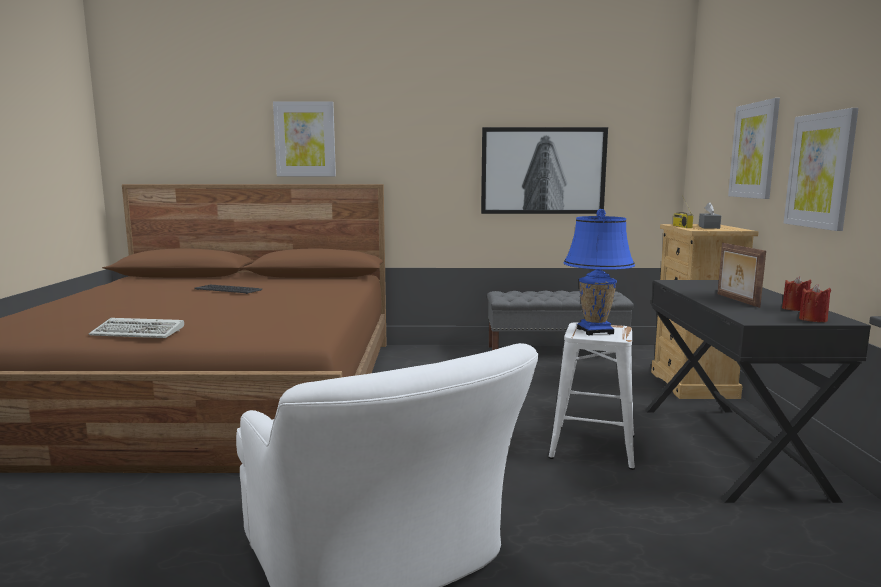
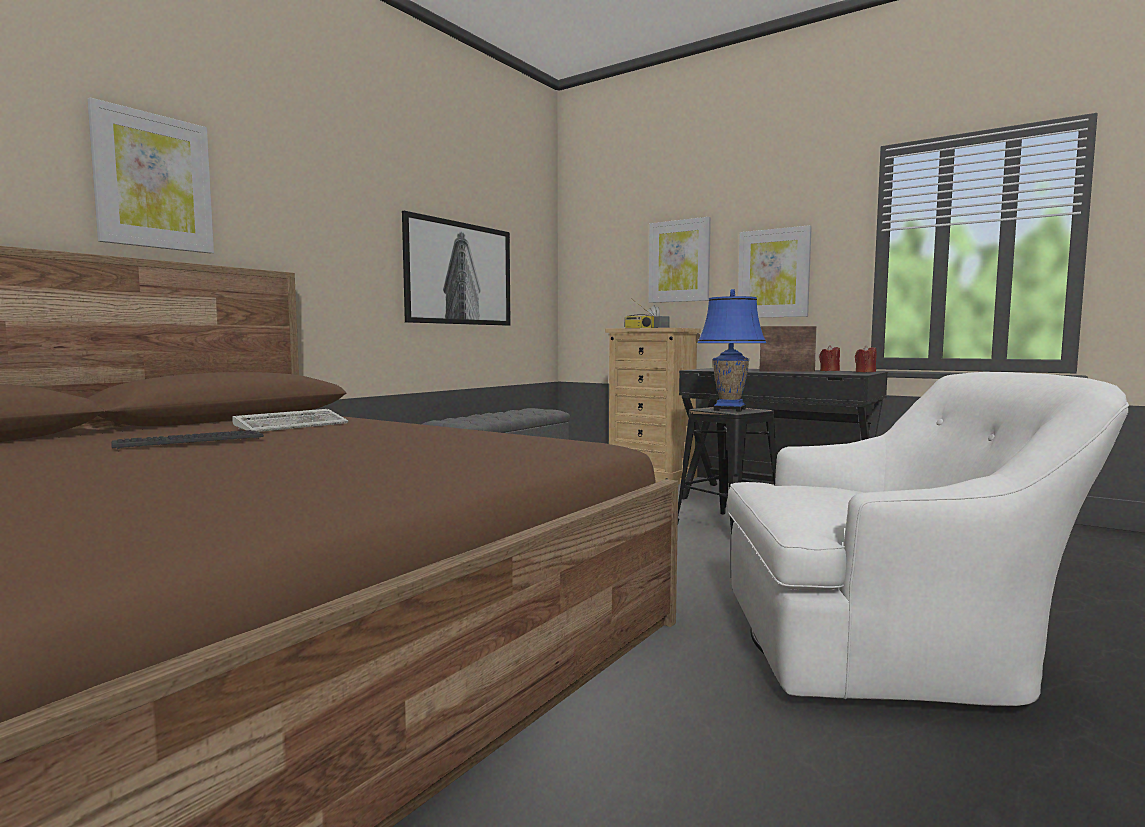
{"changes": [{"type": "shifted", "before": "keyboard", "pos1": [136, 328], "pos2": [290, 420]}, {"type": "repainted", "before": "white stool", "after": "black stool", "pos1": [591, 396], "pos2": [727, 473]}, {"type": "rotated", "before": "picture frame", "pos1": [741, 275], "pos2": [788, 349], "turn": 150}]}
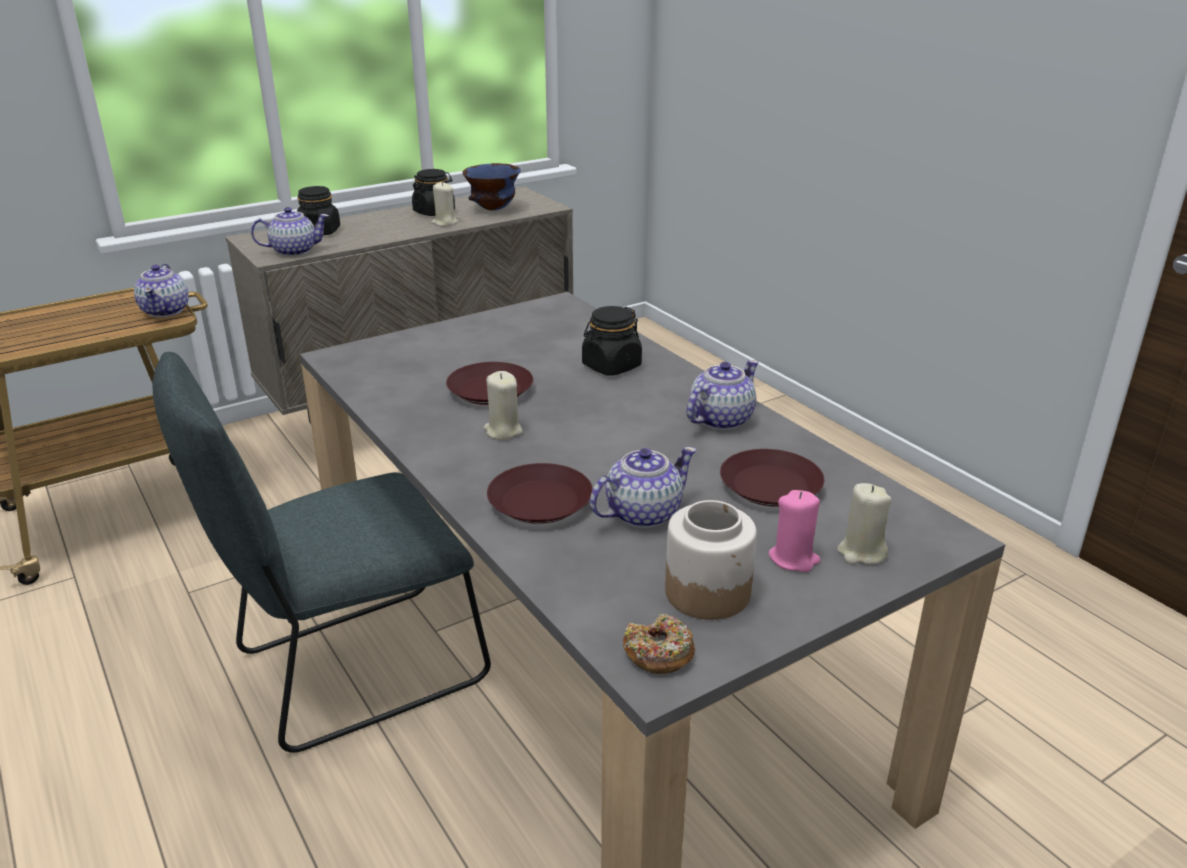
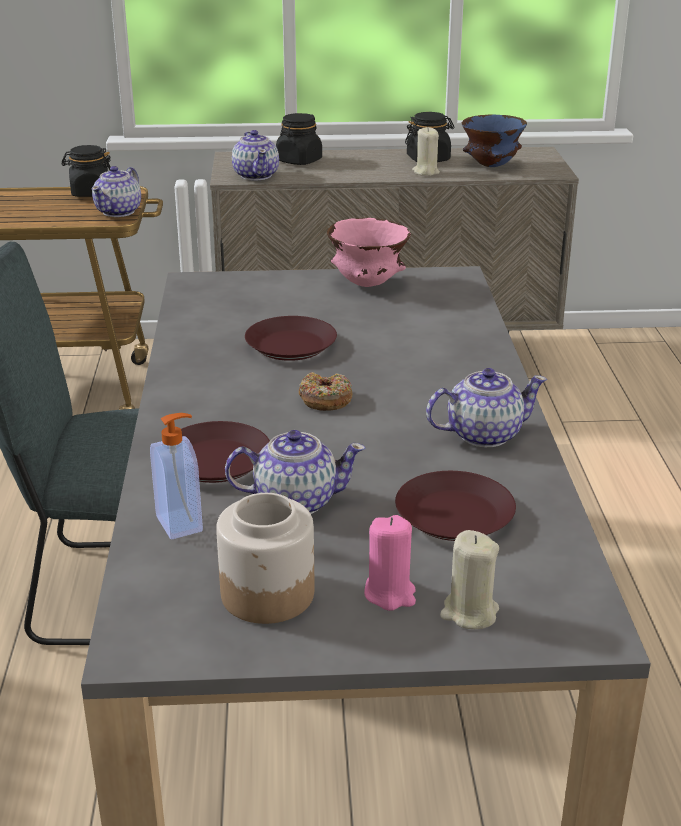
{"changes": [{"type": "gone", "before": "beige candle", "pos1": [503, 405]}, {"type": "new", "after": "soap dispenser", "pos2": [176, 476]}, {"type": "new", "after": "pink bowl", "pos2": [369, 252]}, {"type": "shifted", "before": "black jar", "pos1": [612, 341], "pos2": [86, 171]}, {"type": "shifted", "before": "donut", "pos1": [659, 644], "pos2": [326, 391]}, {"type": "rotated", "before": "teapot", "pos1": [290, 231], "pos2": [255, 155], "turn": 60}]}
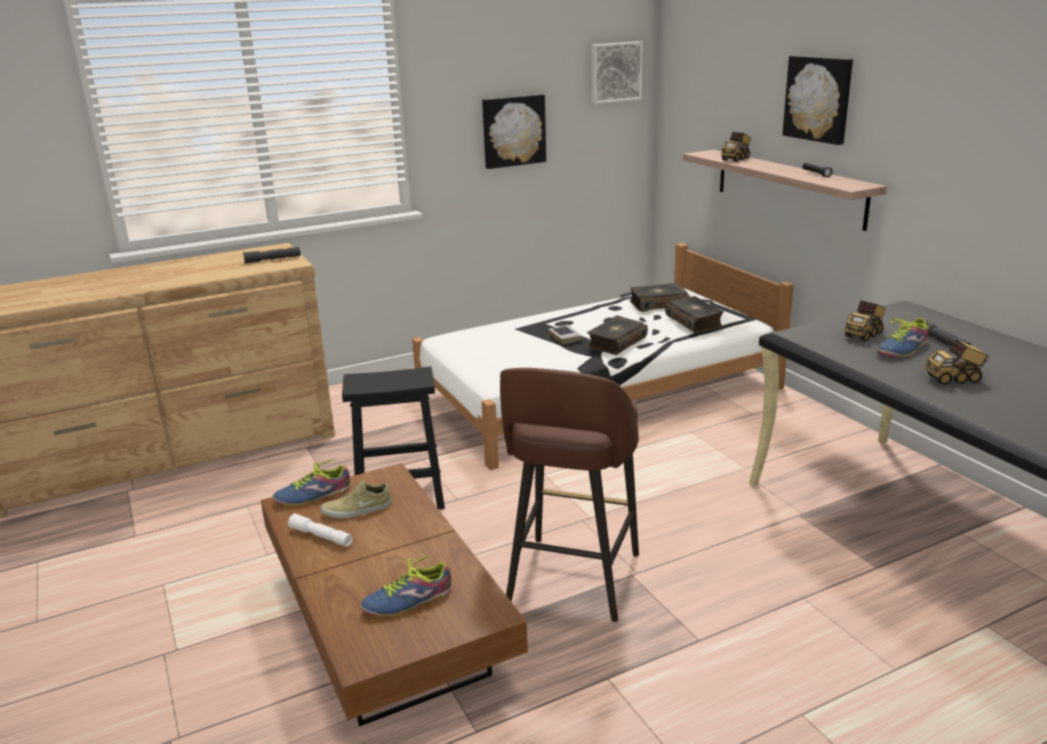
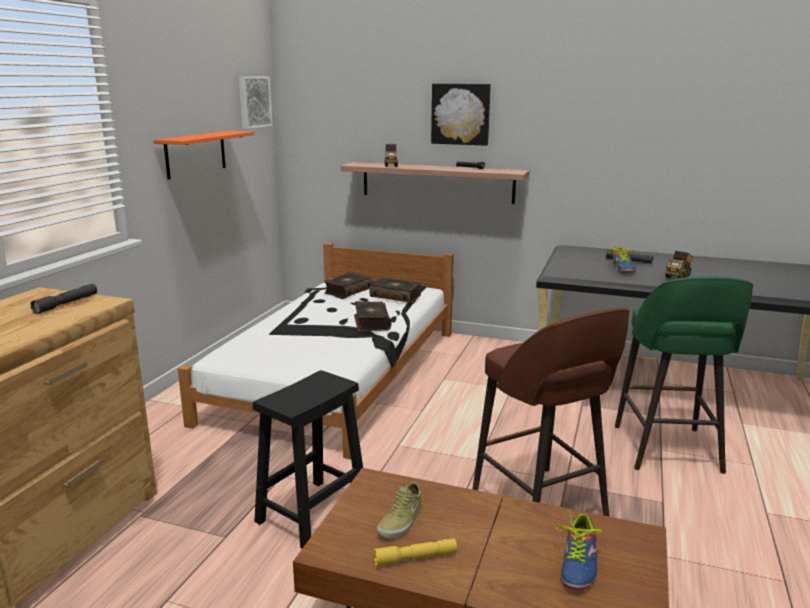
{"changes": [{"type": "gone", "before": "shoe", "pos1": [311, 482]}, {"type": "gone", "before": "book", "pos1": [565, 335]}, {"type": "gone", "before": "toy truck", "pos1": [865, 321]}, {"type": "new", "after": "green stool", "pos2": [684, 375]}, {"type": "swapped", "before": "picture", "after": "orange shelf", "pos1": [514, 131], "pos2": [204, 155]}, {"type": "repainted", "before": "white flashlight", "after": "yellow flashlight", "pos1": [320, 530], "pos2": [415, 552]}]}
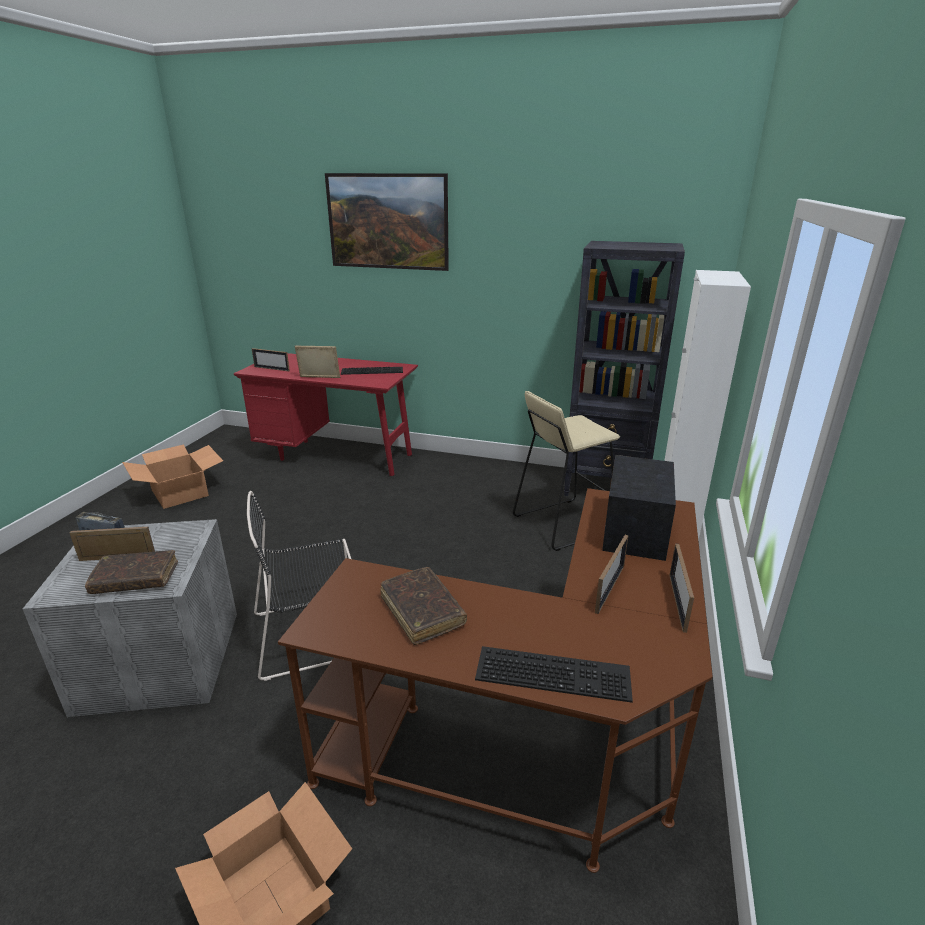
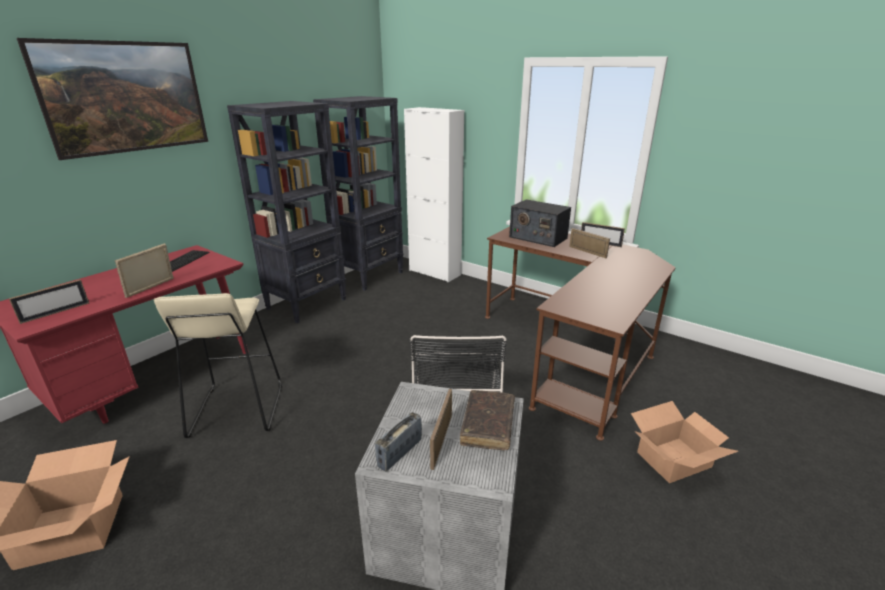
{"changes": [{"type": "gone", "before": "brown book", "pos1": [423, 606]}, {"type": "gone", "before": "keyboard", "pos1": [554, 674]}, {"type": "new", "after": "black bookcase", "pos2": [286, 212]}, {"type": "shifted", "before": "beige stool", "pos1": [566, 471], "pos2": [218, 365]}]}
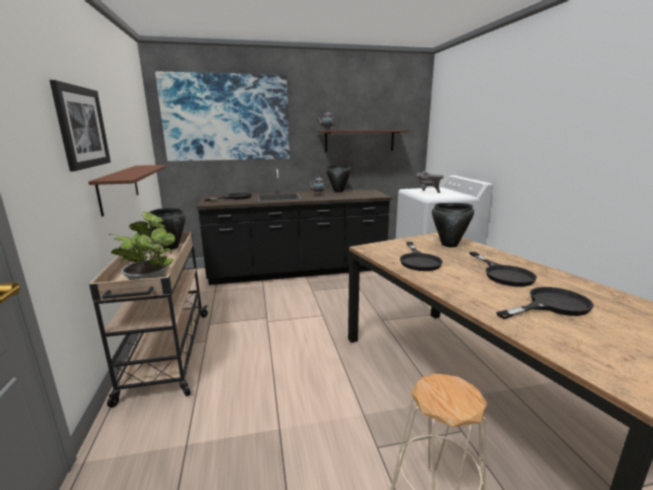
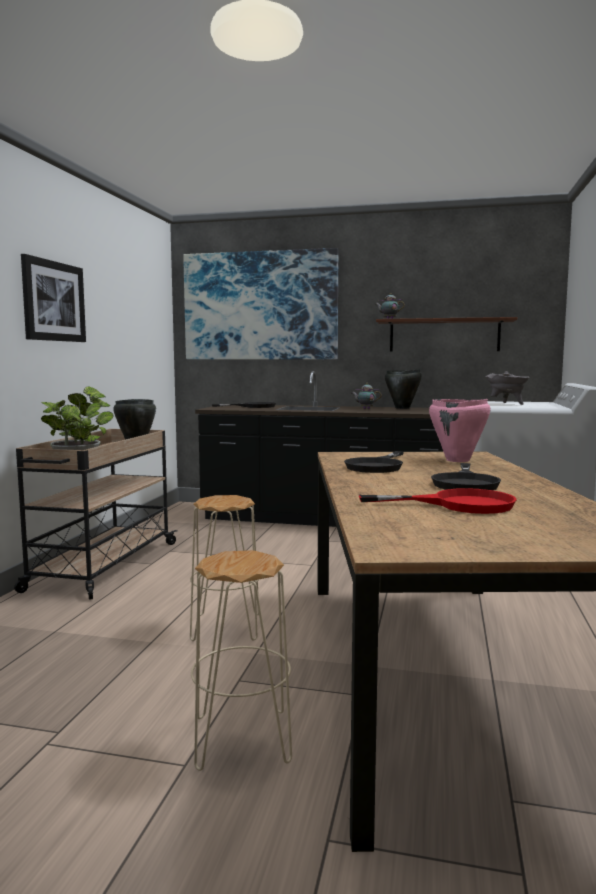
{"changes": [{"type": "gone", "before": "brown shelf", "pos1": [127, 191]}, {"type": "new", "after": "beige stool", "pos2": [225, 568]}, {"type": "repainted", "before": "black cooking pot", "after": "pink cooking pot", "pos1": [453, 225], "pos2": [460, 430]}, {"type": "repainted", "before": "black frying pan", "after": "red frying pan", "pos1": [545, 303], "pos2": [438, 501]}]}
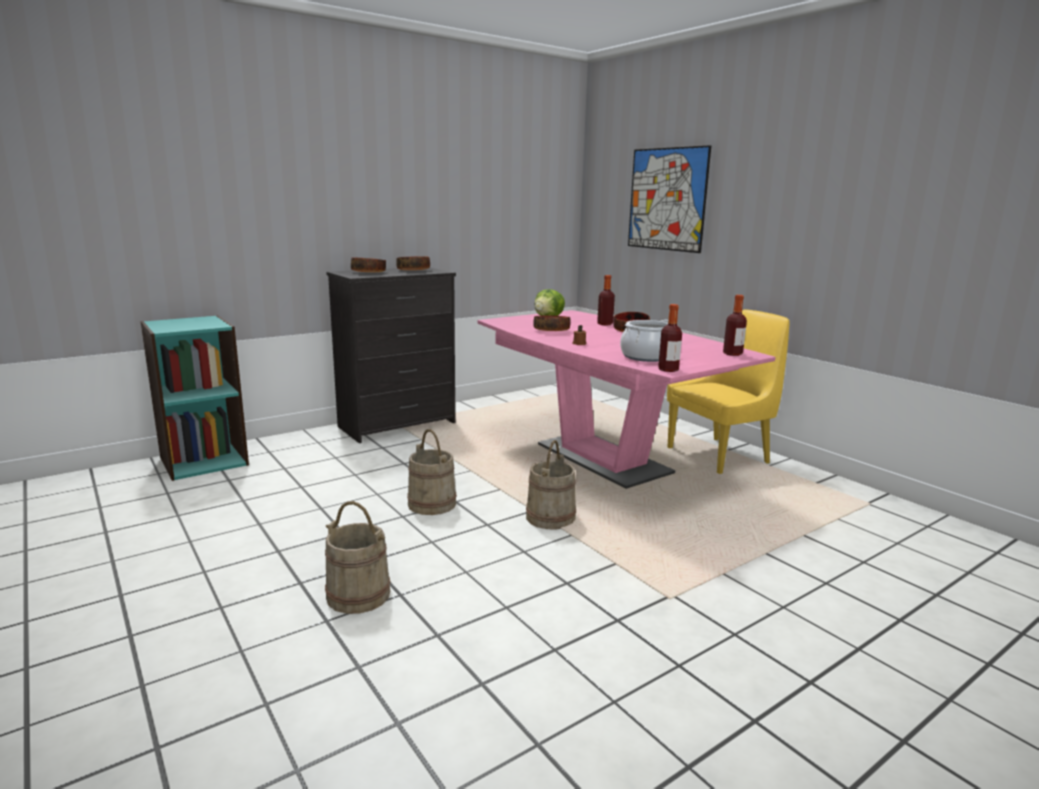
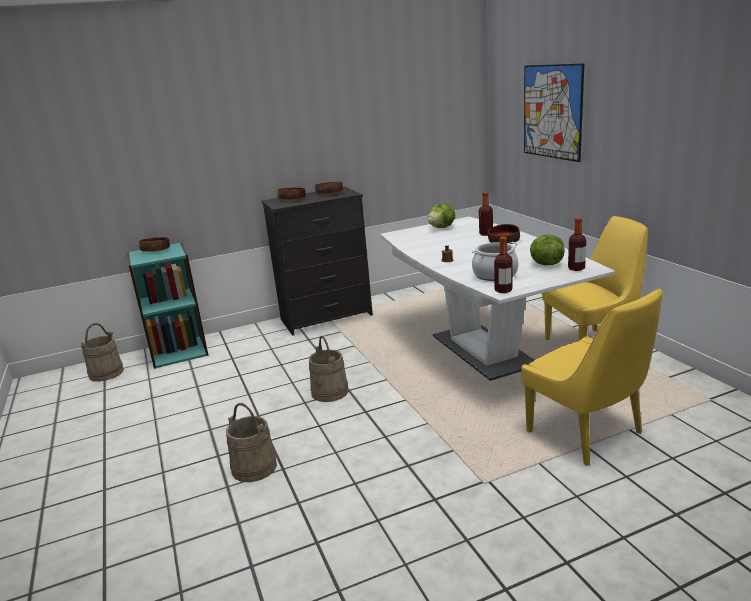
{"changes": [{"type": "new", "after": "yellow chair", "pos2": [592, 377]}, {"type": "new", "after": "lettuce", "pos2": [547, 250]}, {"type": "shifted", "before": "beige bucket", "pos1": [551, 485], "pos2": [102, 352]}, {"type": "shifted", "before": "bowl", "pos1": [552, 323], "pos2": [154, 244]}, {"type": "repainted", "before": "pink dining table", "after": "white dining table", "pos1": [626, 399], "pos2": [497, 299]}]}
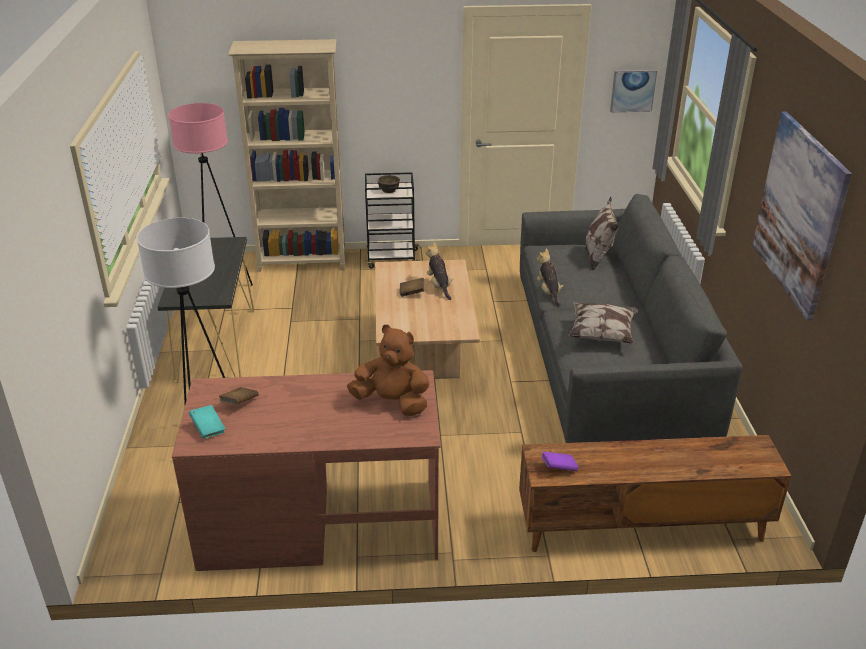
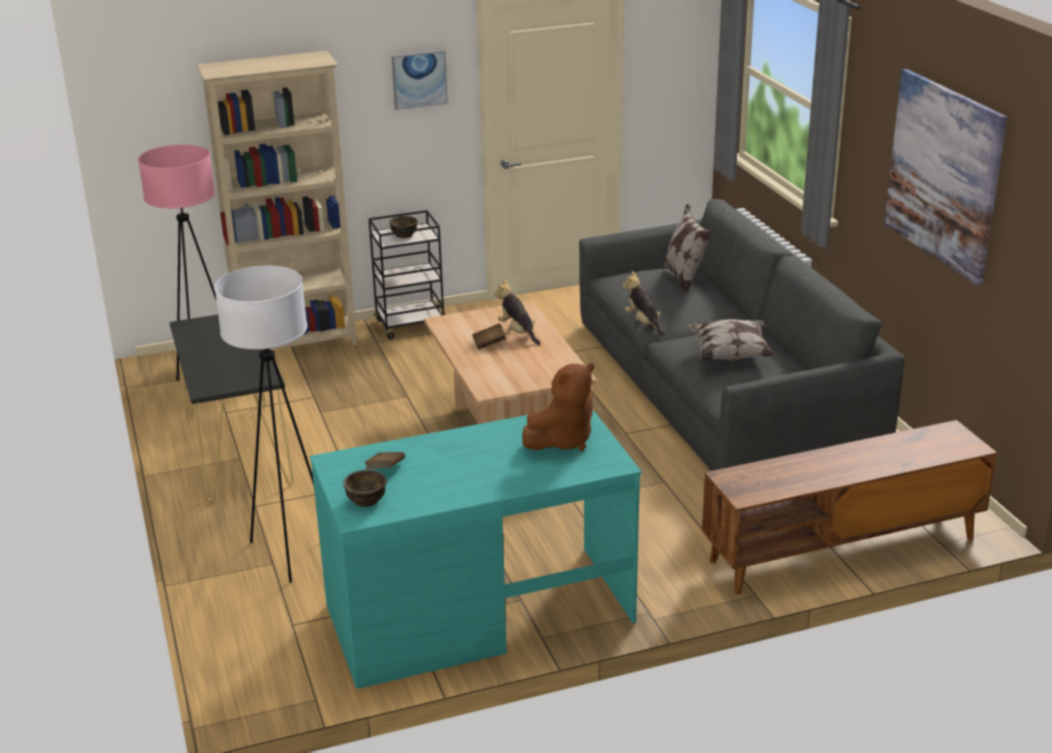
{"changes": [{"type": "gone", "before": "purple book", "pos1": [560, 461]}, {"type": "shifted", "before": "picture", "pos1": [633, 91], "pos2": [420, 80]}, {"type": "swapped", "before": "turquoise book", "after": "brown bowl", "pos1": [207, 422], "pos2": [365, 488]}, {"type": "repainted", "before": "brown desk", "after": "turquoise desk", "pos1": [306, 470], "pos2": [476, 549]}, {"type": "rotated", "before": "brown plush toy", "pos1": [388, 370], "pos2": [558, 407], "turn": 135}]}
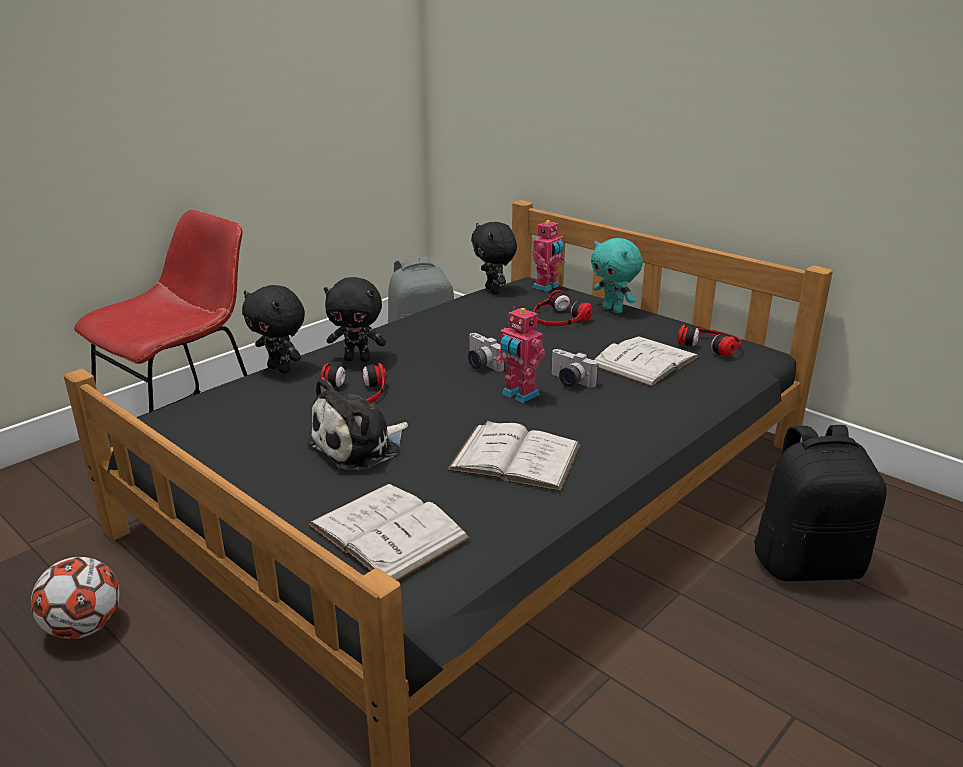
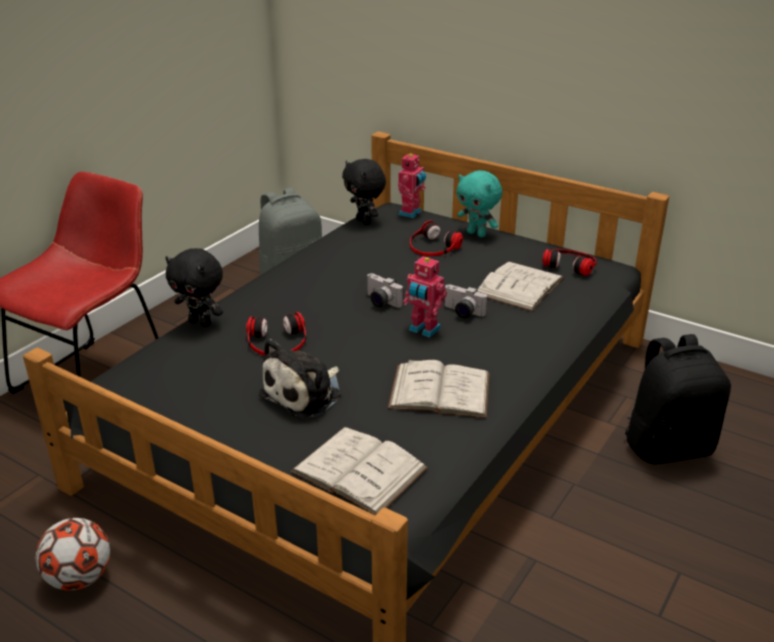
{"changes": [{"type": "gone", "before": "black plush toy", "pos1": [355, 319]}]}
